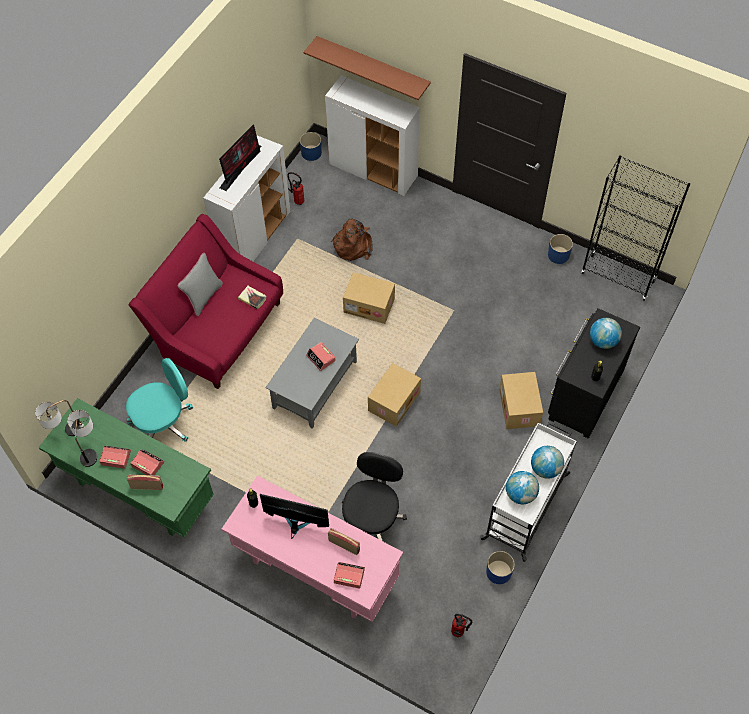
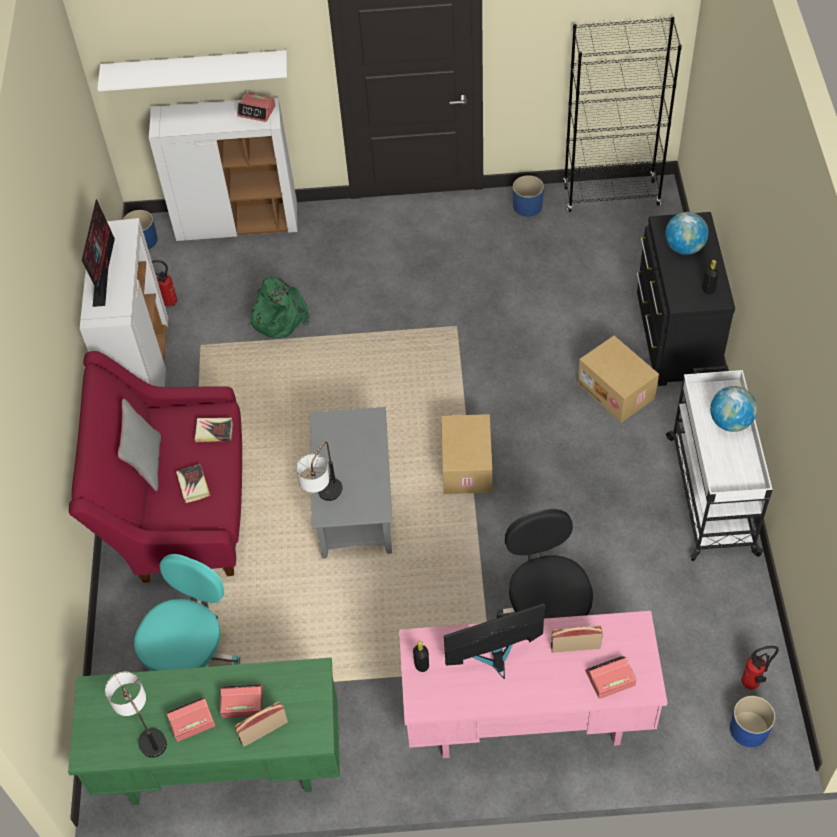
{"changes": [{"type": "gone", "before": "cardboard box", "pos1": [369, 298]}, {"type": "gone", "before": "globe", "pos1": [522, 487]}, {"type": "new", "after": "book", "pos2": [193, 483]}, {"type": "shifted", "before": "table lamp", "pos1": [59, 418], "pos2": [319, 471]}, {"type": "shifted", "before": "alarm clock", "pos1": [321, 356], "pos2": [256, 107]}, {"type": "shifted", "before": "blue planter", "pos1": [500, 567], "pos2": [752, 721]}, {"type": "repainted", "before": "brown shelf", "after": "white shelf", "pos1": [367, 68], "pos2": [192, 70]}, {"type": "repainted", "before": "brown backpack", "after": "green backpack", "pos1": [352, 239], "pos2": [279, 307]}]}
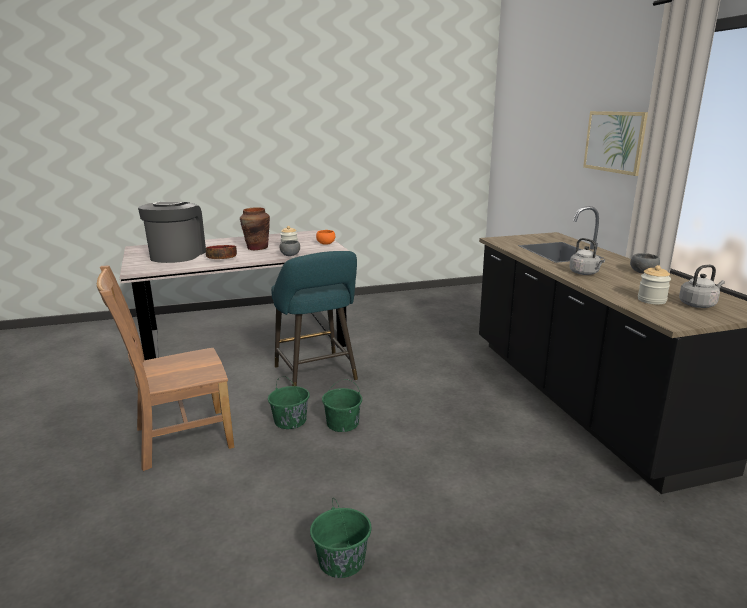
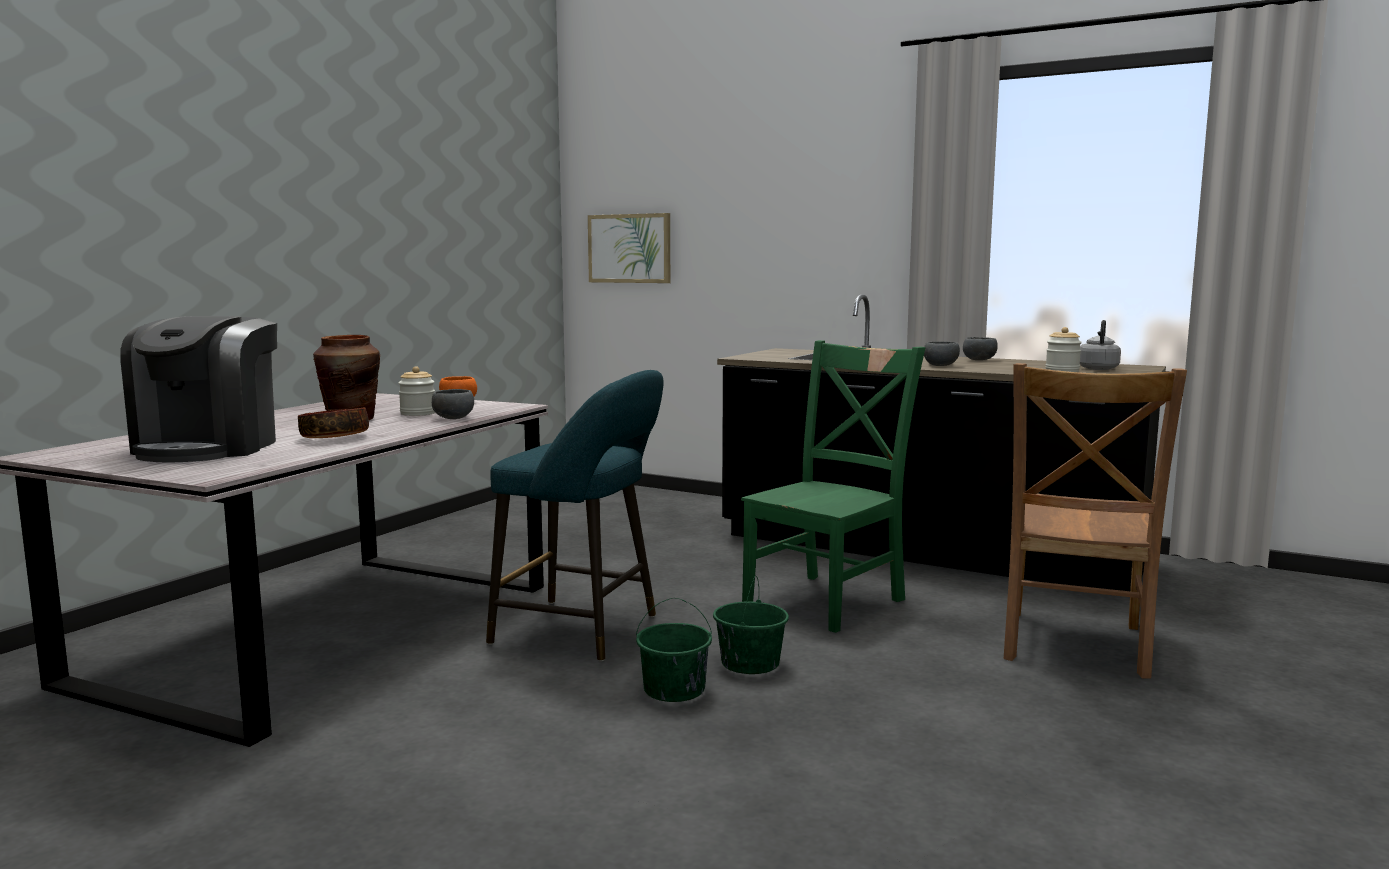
{"changes": [{"type": "gone", "before": "green bucket", "pos1": [341, 538]}, {"type": "new", "after": "green chair", "pos2": [833, 486]}, {"type": "shifted", "before": "brown chair", "pos1": [165, 368], "pos2": [1095, 521]}, {"type": "shifted", "before": "picture", "pos1": [615, 143], "pos2": [629, 248]}, {"type": "swapped", "before": "grey kettle", "after": "grey bowl", "pos1": [587, 256], "pos2": [942, 353]}, {"type": "rotated", "before": "coffee machine", "pos1": [172, 232], "pos2": [199, 389], "turn": -135}]}
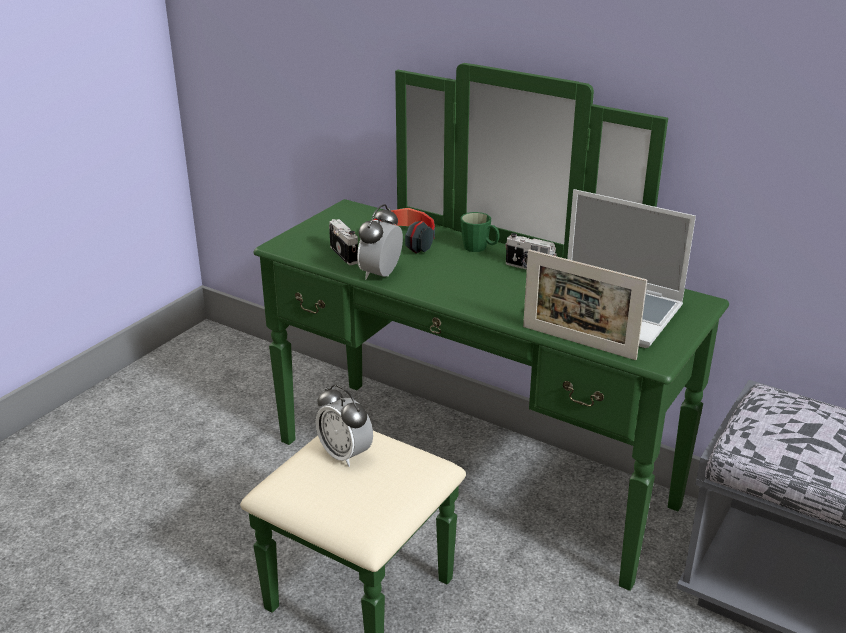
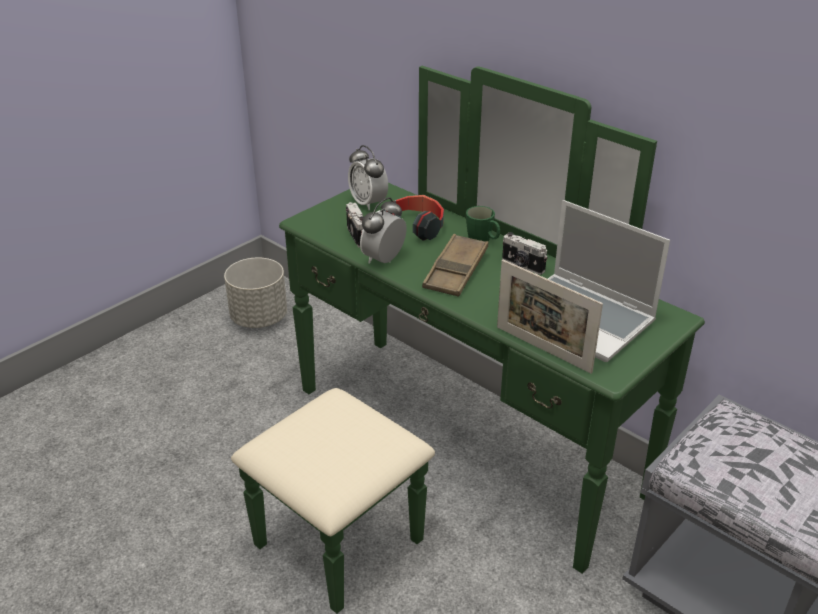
{"changes": [{"type": "new", "after": "grey planter", "pos2": [255, 292]}, {"type": "new", "after": "brown tray", "pos2": [455, 265]}, {"type": "shifted", "before": "alarm clock", "pos1": [344, 426], "pos2": [368, 178]}]}
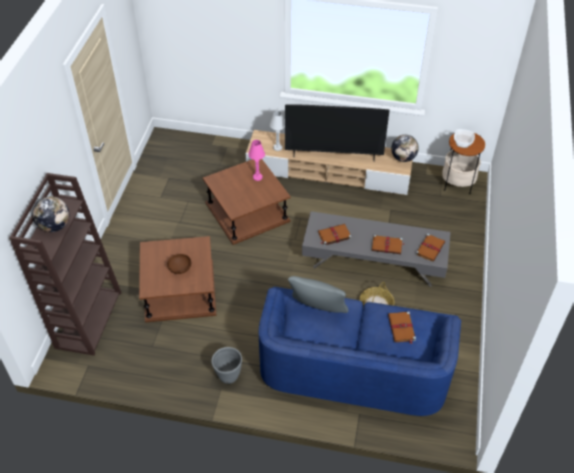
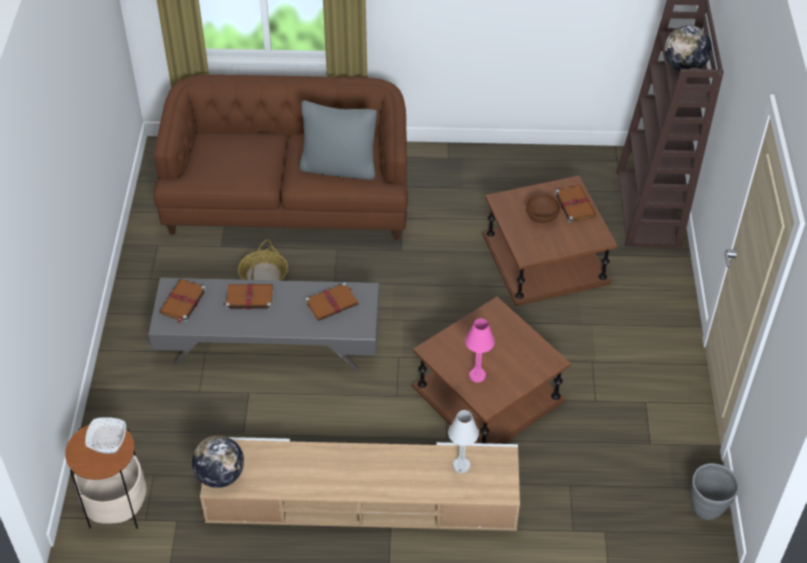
{"changes": [{"type": "gone", "before": "television", "pos1": [337, 132]}, {"type": "shifted", "before": "grey planter", "pos1": [226, 365], "pos2": [715, 491]}, {"type": "shifted", "before": "brown book", "pos1": [402, 328], "pos2": [576, 204]}, {"type": "repainted", "before": "blue sofa", "after": "brown sofa", "pos1": [360, 351], "pos2": [280, 156]}]}
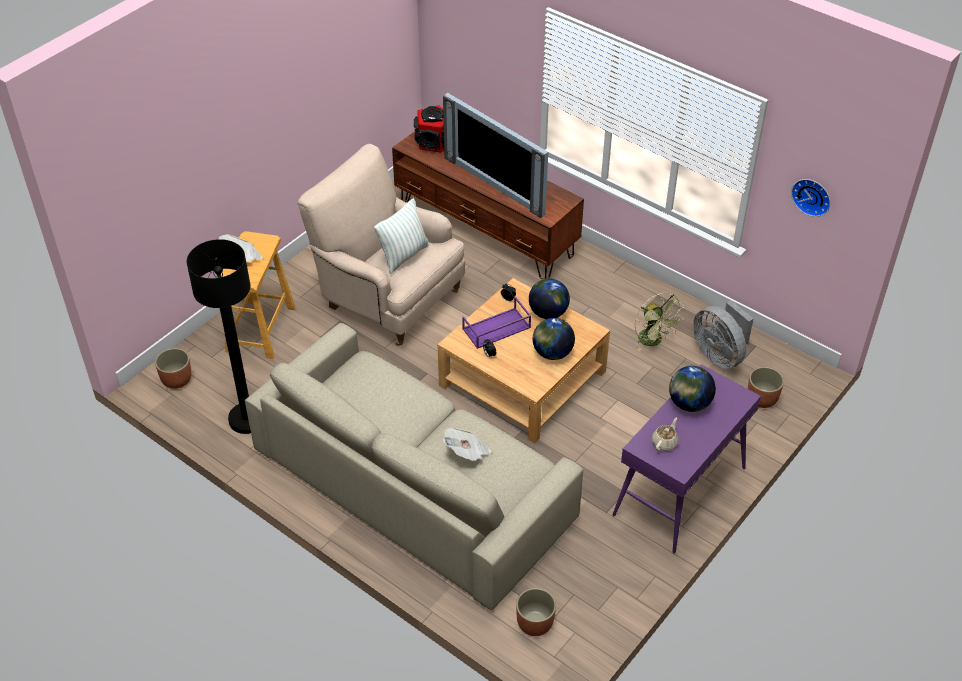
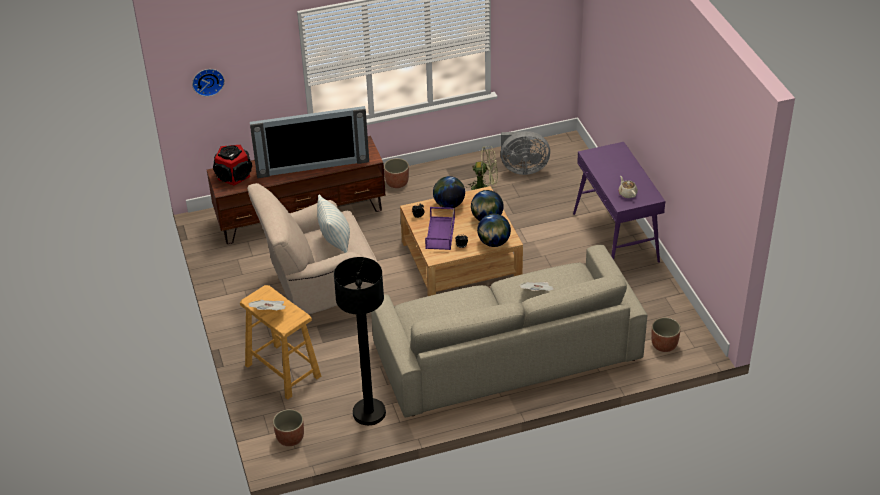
{"changes": [{"type": "shifted", "before": "globe", "pos1": [692, 389], "pos2": [494, 230]}, {"type": "shifted", "before": "planter", "pos1": [766, 387], "pos2": [396, 173]}, {"type": "shifted", "before": "wall clock", "pos1": [811, 198], "pos2": [208, 83]}]}
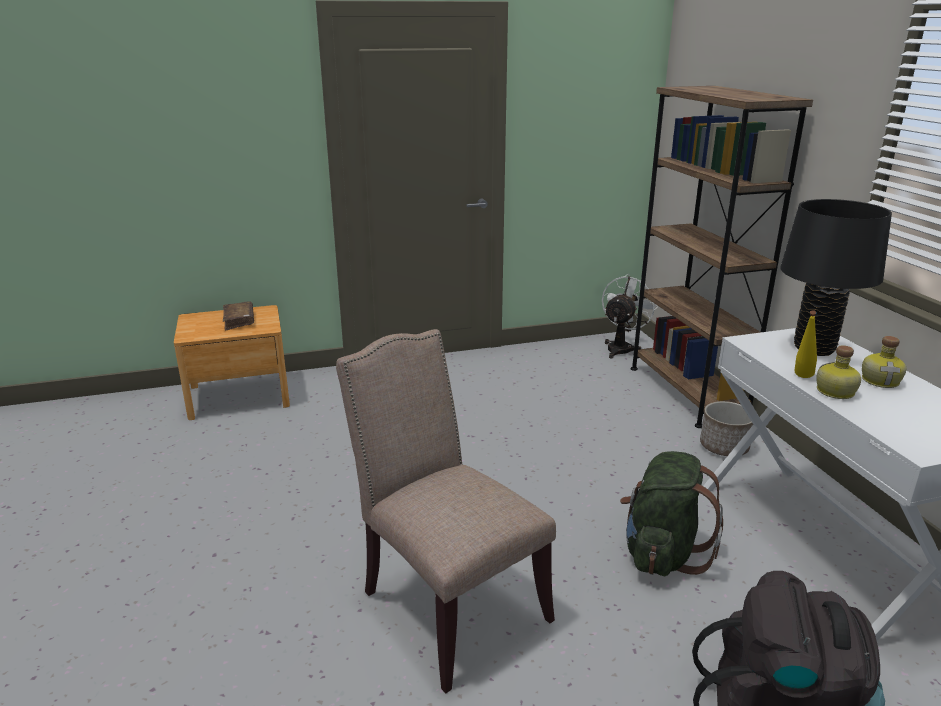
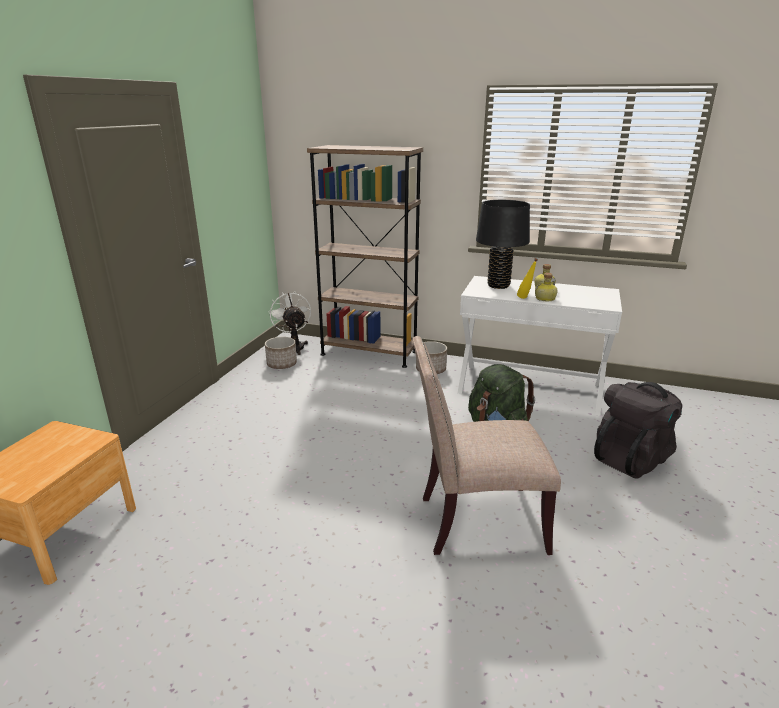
{"changes": [{"type": "gone", "before": "brown book", "pos1": [238, 316]}, {"type": "new", "after": "planter", "pos2": [281, 353]}]}
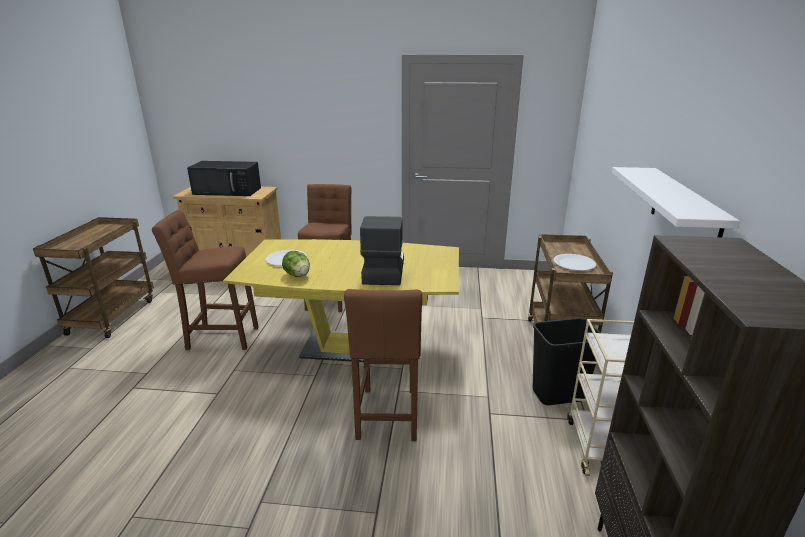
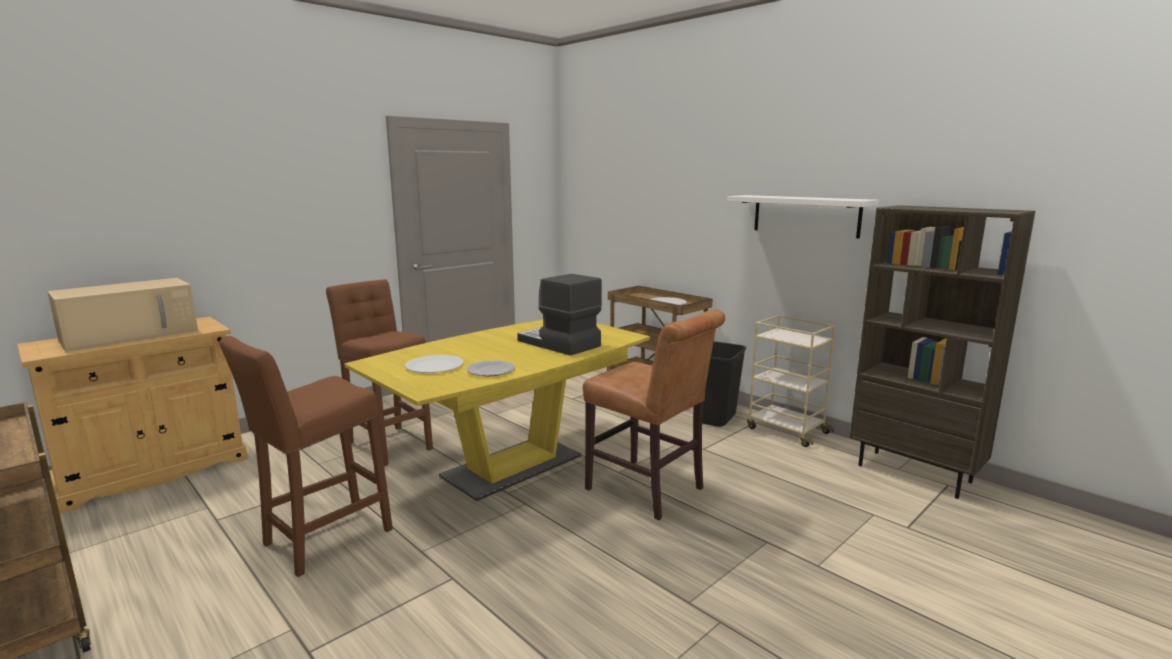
{"changes": [{"type": "swapped", "before": "lettuce", "after": "plate", "pos1": [296, 264], "pos2": [490, 368]}, {"type": "swapped", "before": "brown stool", "after": "brown chair", "pos1": [383, 365], "pos2": [654, 414]}, {"type": "repainted", "before": "black microwave", "after": "beige microwave", "pos1": [224, 178], "pos2": [122, 315]}]}
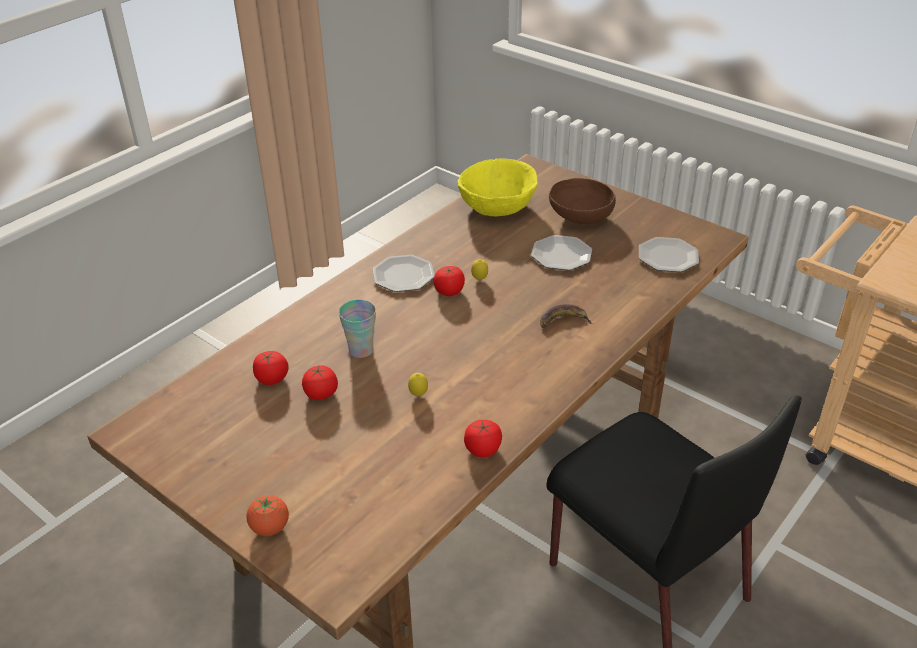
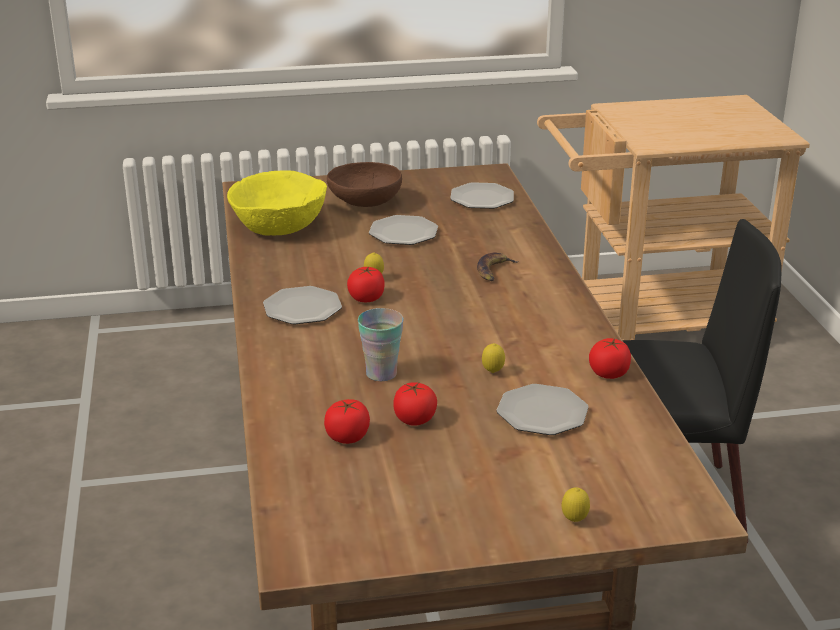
{"changes": [{"type": "new", "after": "plate", "pos2": [543, 409]}, {"type": "swapped", "before": "tomato", "after": "lemon", "pos1": [267, 515], "pos2": [576, 505]}]}
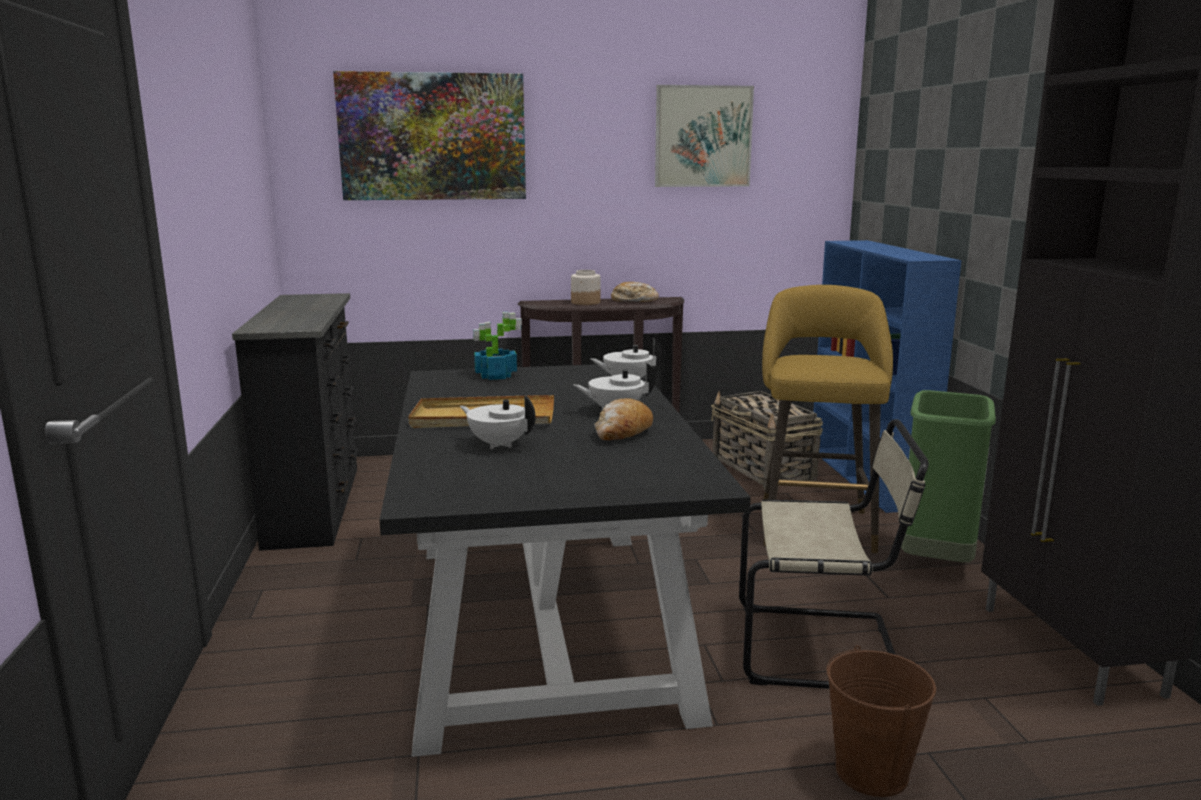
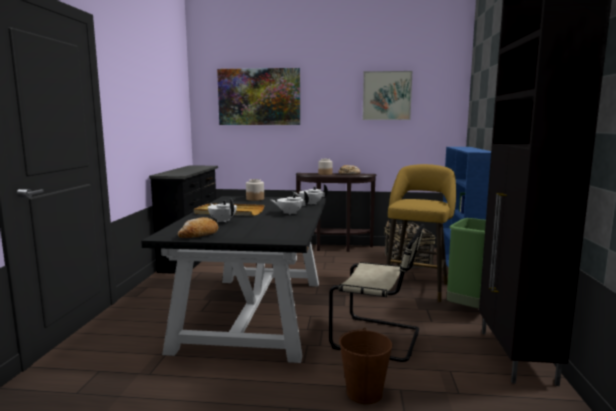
{"changes": [{"type": "shifted", "before": "bread", "pos1": [623, 419], "pos2": [198, 227]}, {"type": "swapped", "before": "potted plant", "after": "jar", "pos1": [497, 346], "pos2": [255, 190]}]}
